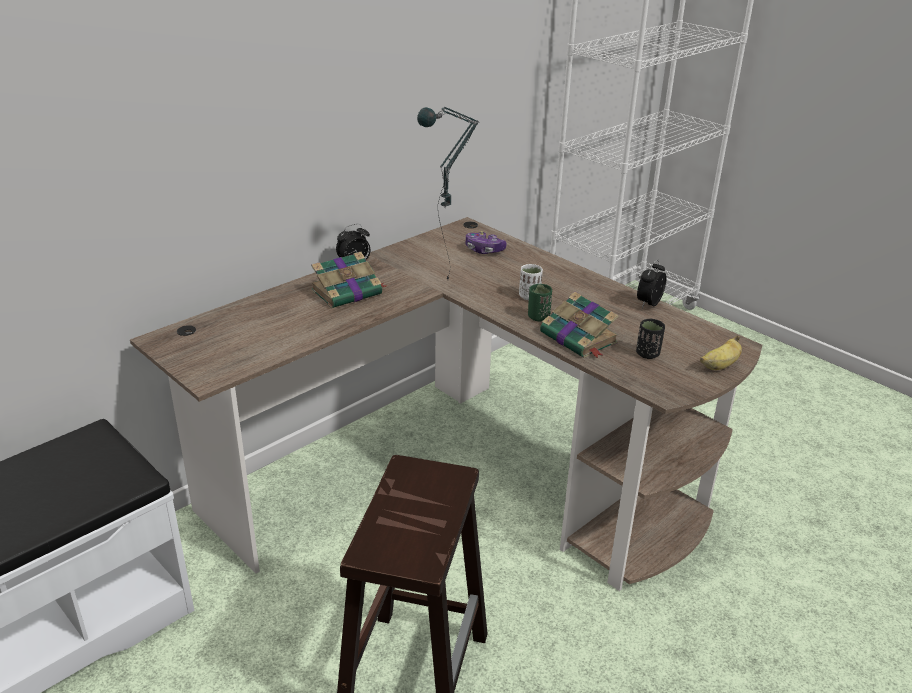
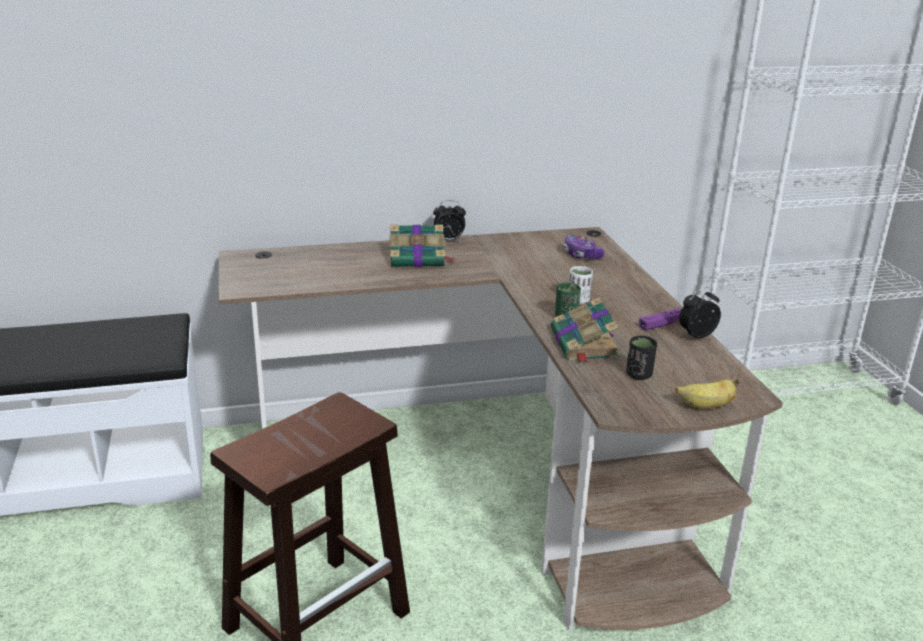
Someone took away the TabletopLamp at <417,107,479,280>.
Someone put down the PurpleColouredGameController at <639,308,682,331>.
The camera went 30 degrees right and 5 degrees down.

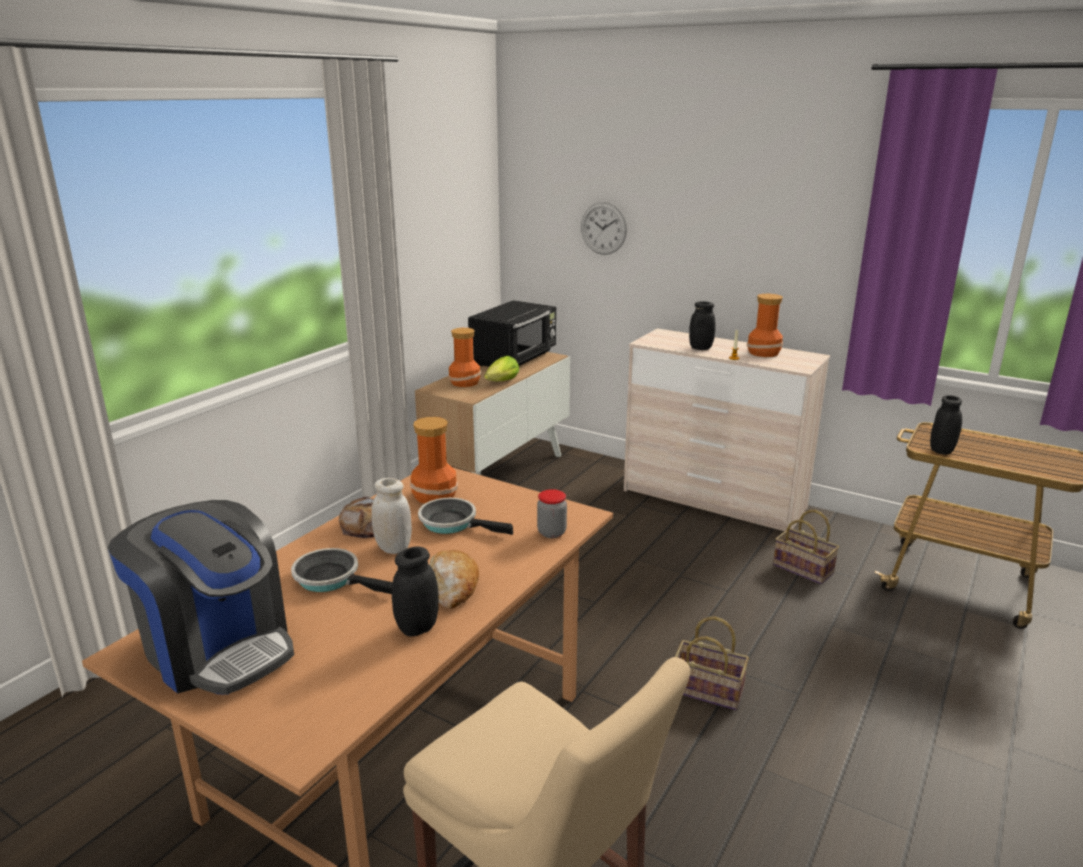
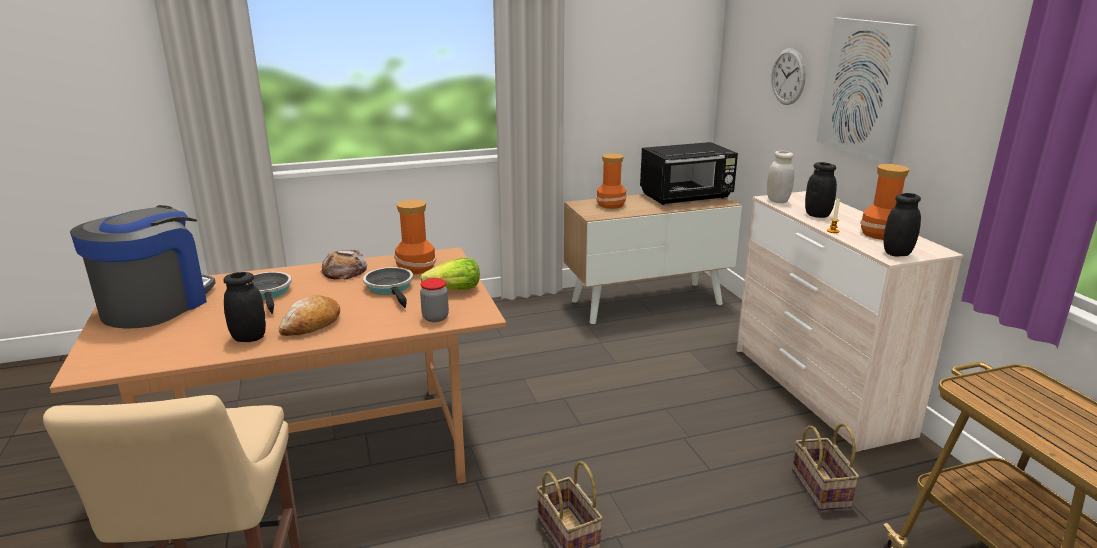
Someone carried the LettuceHead from <484,356,519,381> to <420,258,480,290>.
Someone carried the BlackJar from <930,395,962,455> to <883,193,921,256>.
Someone carried the WhiteJar from <372,478,412,554> to <767,151,794,203>.
Someone rotated the CoffeeMaker at <108,500,294,695> by 150 degrees counterclockwise.
Someone put up the Picture at <816,18,918,164>.
The camera went 40 degrees right and 0 degrees up.

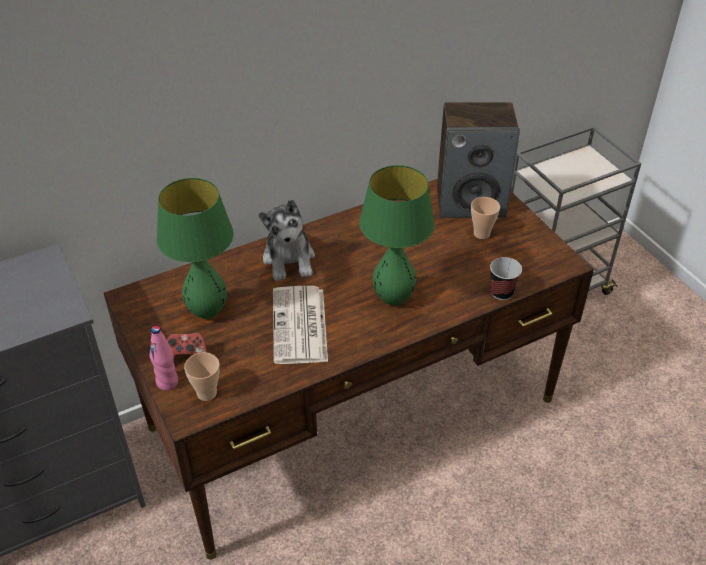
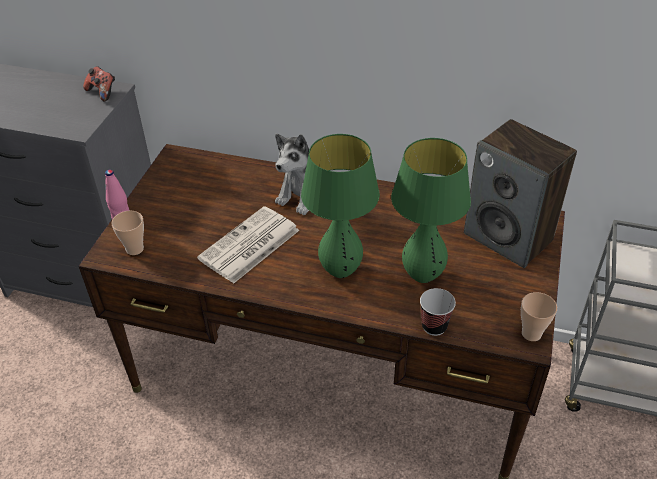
Someone carried the GreenTabletopLamp from <156,178,234,319> to <391,138,471,283>.
Someone carried the Cup from <471,197,500,239> to <521,292,557,341>.
Someone carried the GameController from <167,332,208,362> to <83,66,115,101>.
The camera went 45 degrees right and 0 degrees up.

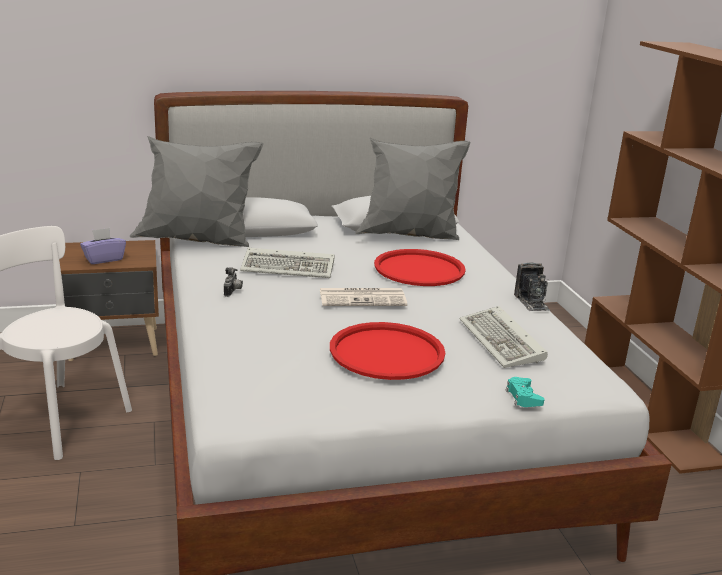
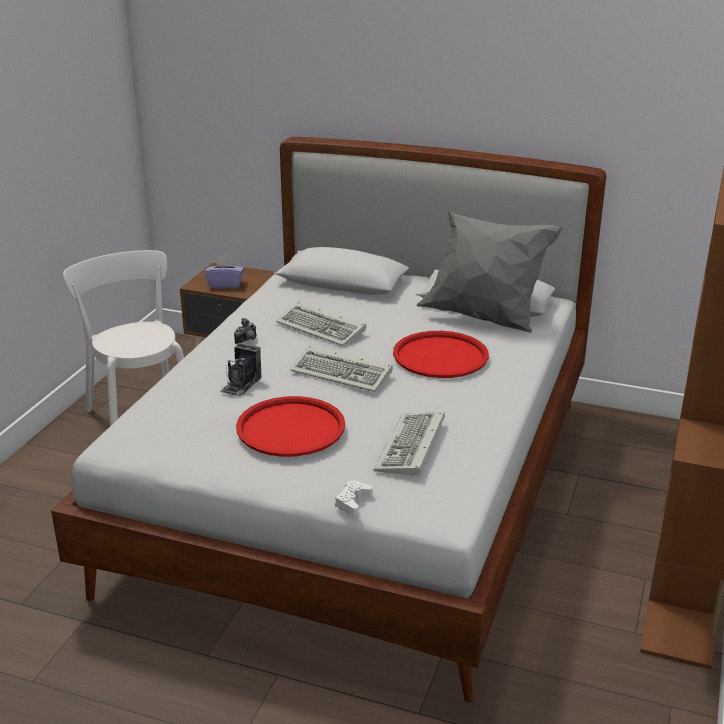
Someone took away the GreyCushion at <130,136,264,247>.
Someone carried the StillCamera from <514,263,550,311> to <220,343,261,396>.
Someone swapped the DailyPaper at <320,288,407,306> for the PcKeyboard at <290,345,393,392>.
Someone repainted the TurquoiseColouredGameController at <506,377,545,407>, which became the WhiteGameController at <335,481,372,514>.
The camera went 35 degrees right and 5 degrees up.

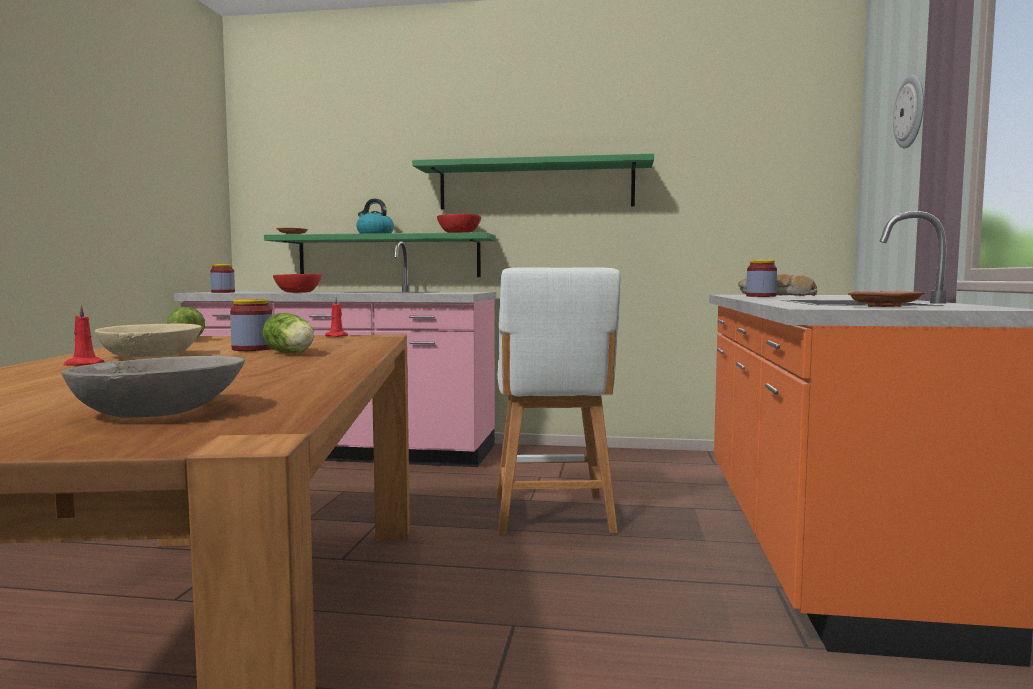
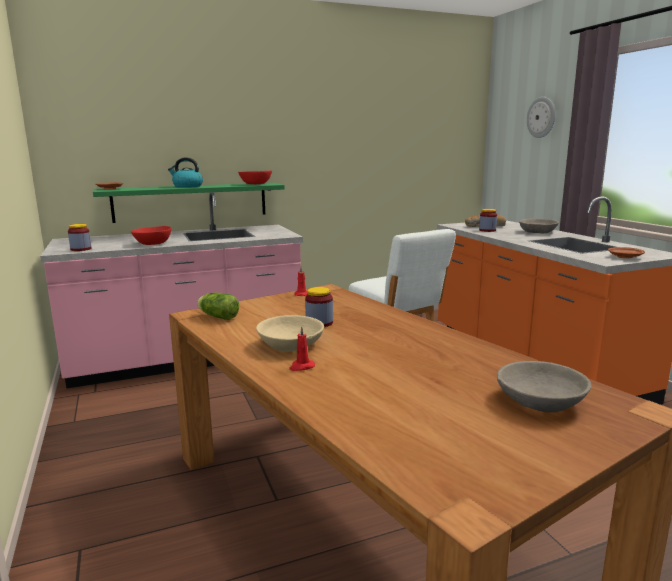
Someone took away the GreenBracketShelf at <412,154,654,209>.
Someone took away the LettuceHead at <263,313,314,353>.
Someone put down the GreyServingBowl at <519,218,559,233>.
The camera went 30 degrees left and 10 degrees up.

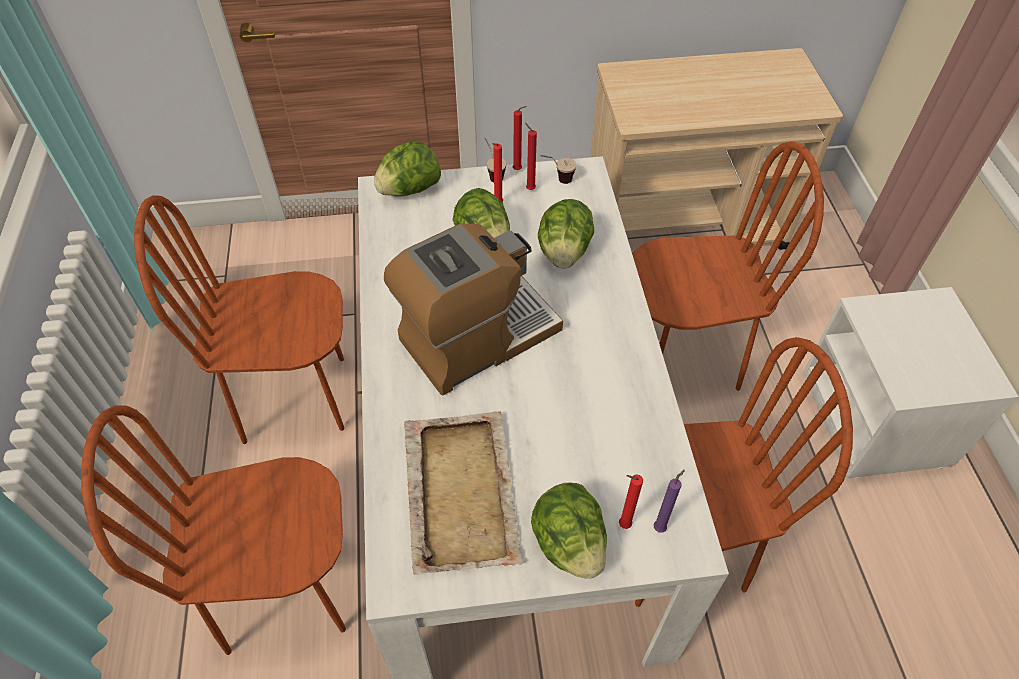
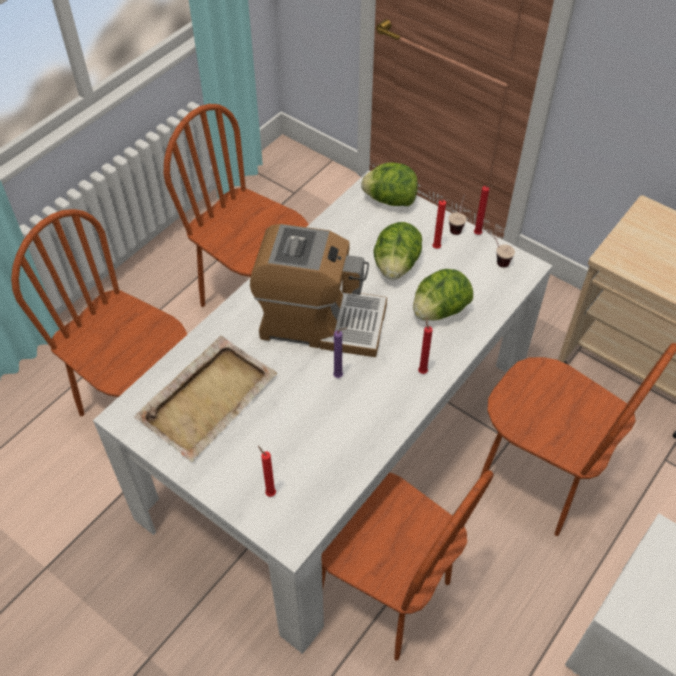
Someone carried the RedWaxCandle from <525,123,537,190> to <418,317,433,374>.
Someone carried the PurpleColouredWaxCandle from <654,470,685,533> to <333,328,347,378>.
Someone took away the LettuceHead at <531,483,607,579>.
The camera went 45 degrees right and 0 degrees up.

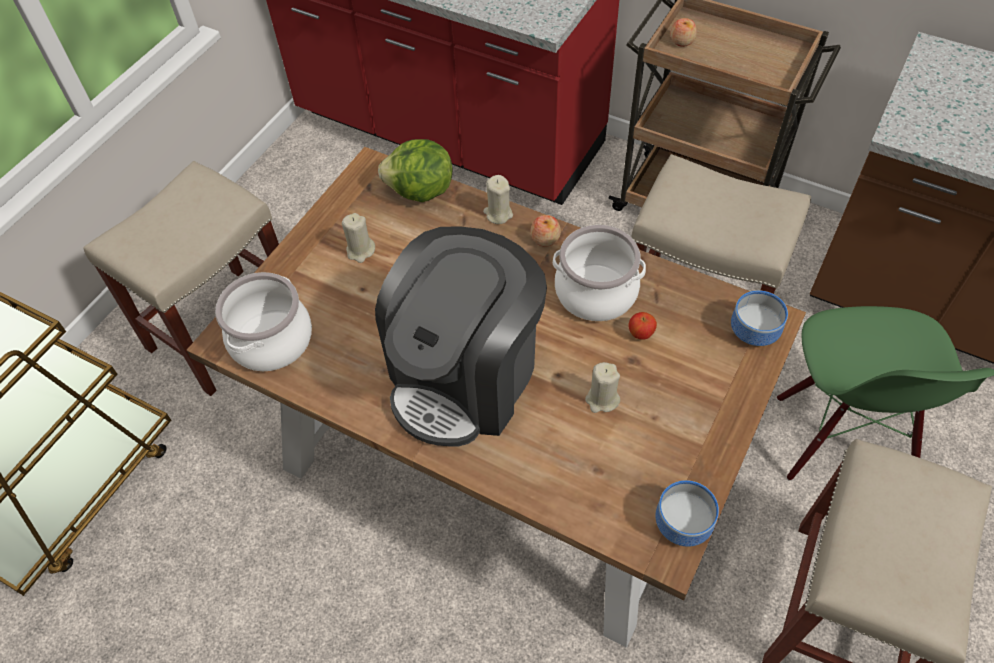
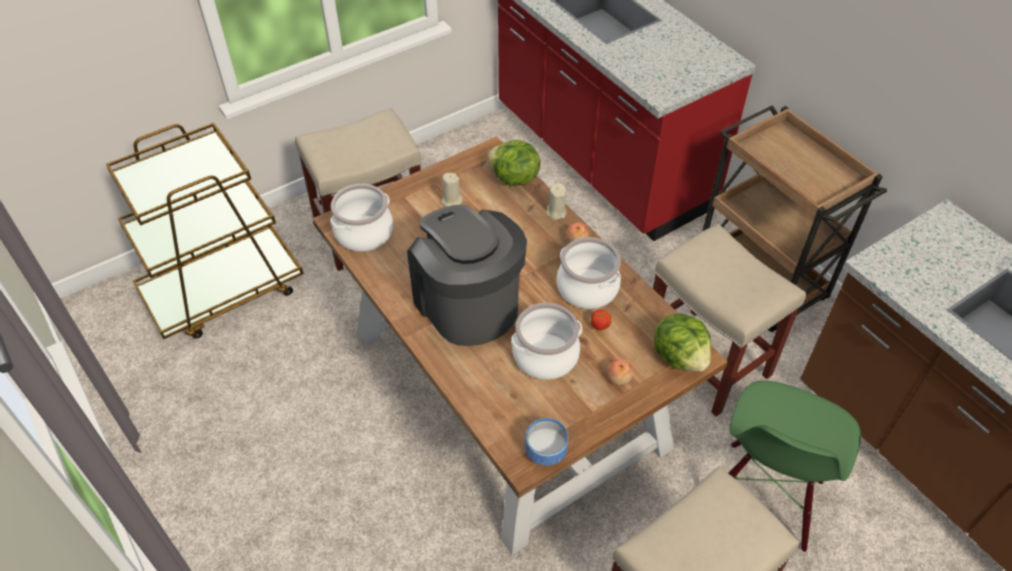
Someone carried the Apple from <670,18,697,47> to <607,359,633,386>.
Someone rotated the CoffeeMaker at <375,226,547,447> by 90 degrees clockwise.
Someone swapped the ServingBowl at <731,290,788,346> for the LettuceHead at <654,313,711,371>.
Someone swapped the BeigeWaxCandle at <585,362,620,413> for the CookingPot at <511,303,582,380>.
The camera went 25 degrees right and 5 degrees down.

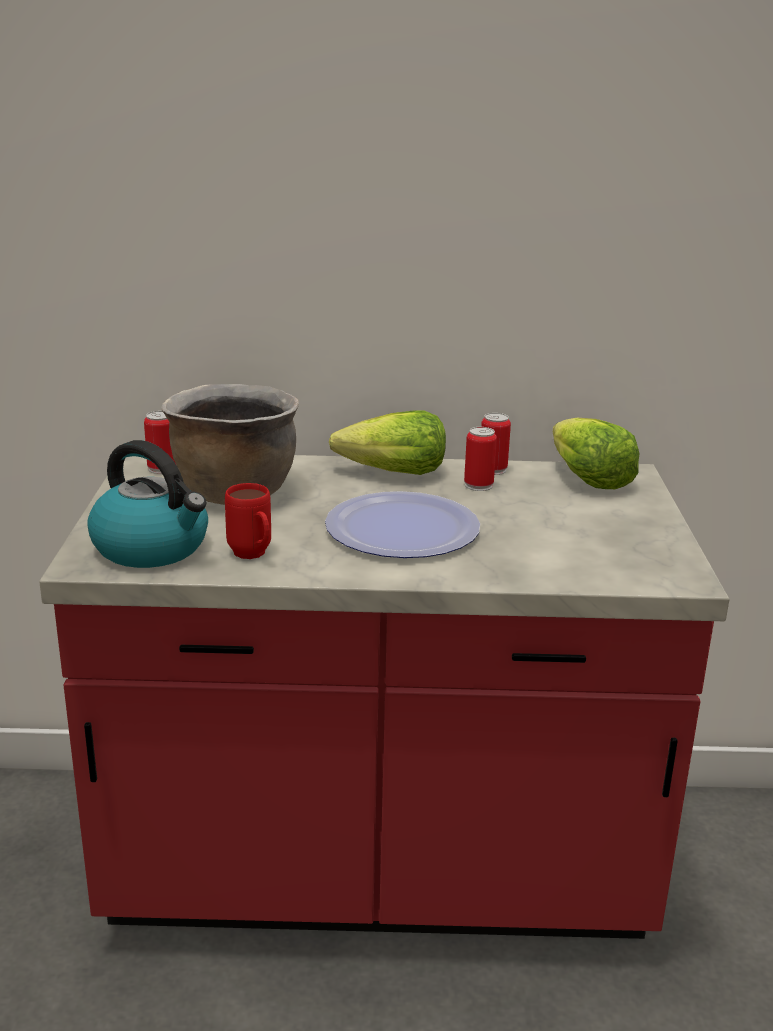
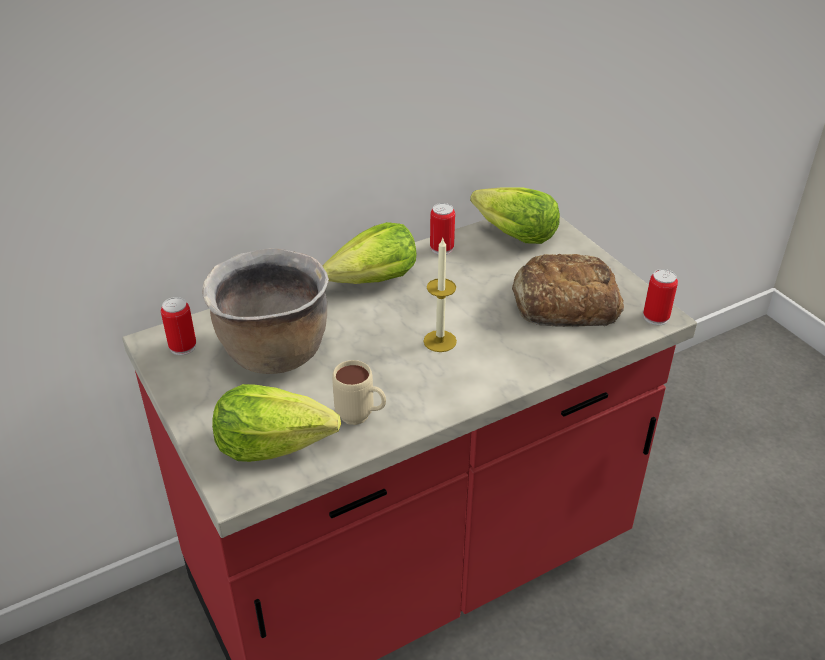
Someone carried the Can from <464,427,497,491> to <643,269,678,325>.
Someone swapped the TeaKettle at <87,440,208,568> for the LettuceHead at <212,384,341,462>.
Someone repainted the RedCoffeeMug at <225,483,271,559>, which became the BeigeCoffeeMug at <332,360,386,425>.
Someone swapped the Plate at <325,491,480,558> for the WaxCandle at <423,238,457,352>.
Someone put down the Bread at <512,254,624,327>.
The camera went 30 degrees left and 15 degrees up.

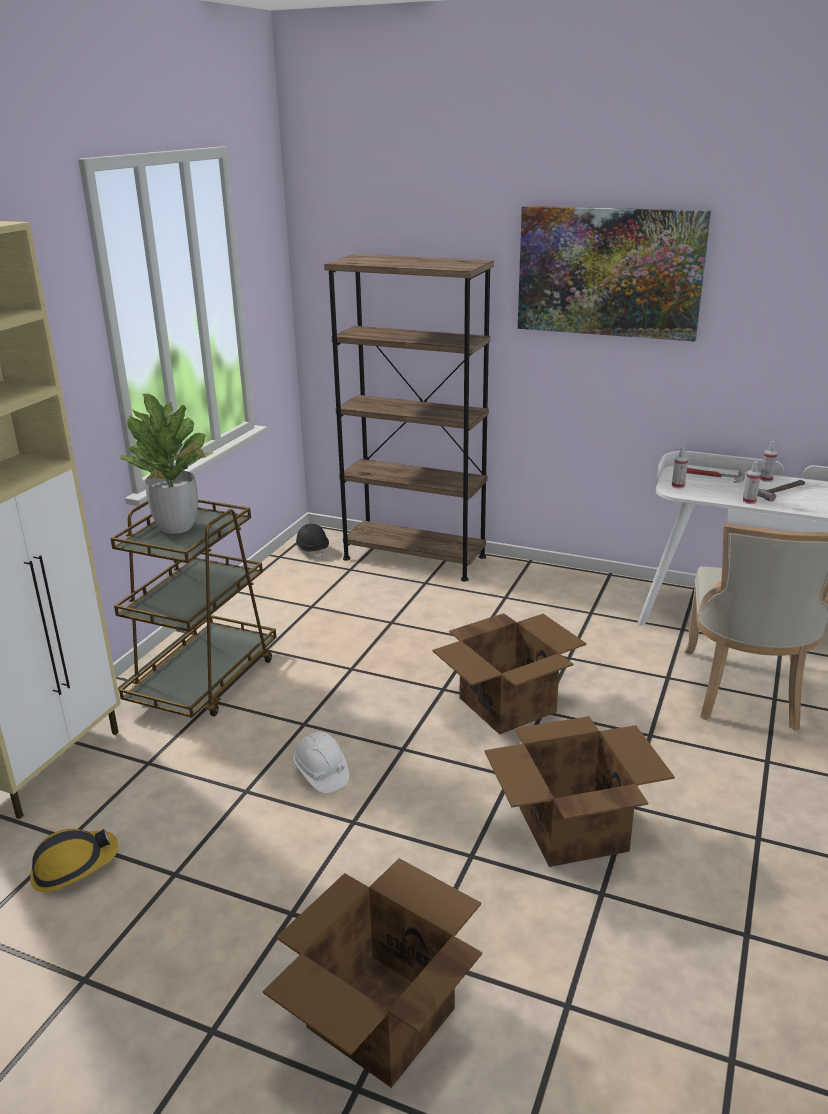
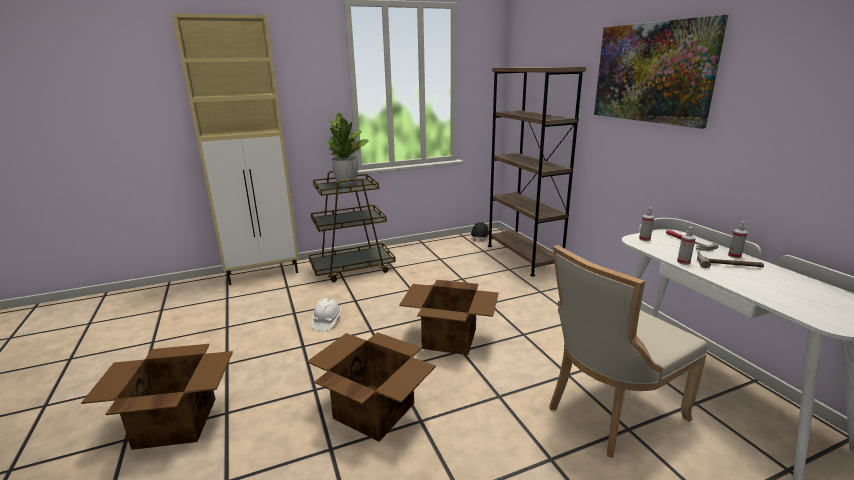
Someone took away the SafetyHelmet at <30,829,118,892>.
The camera went 45 degrees right and 5 degrees down.

